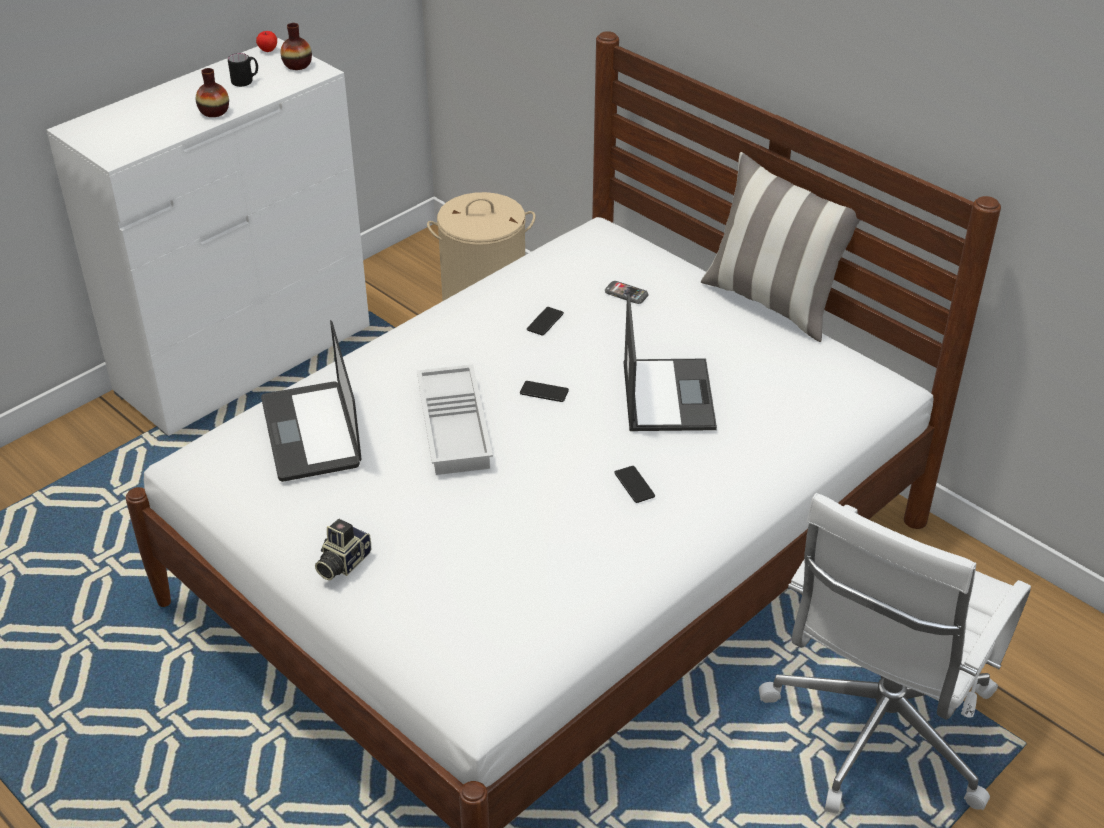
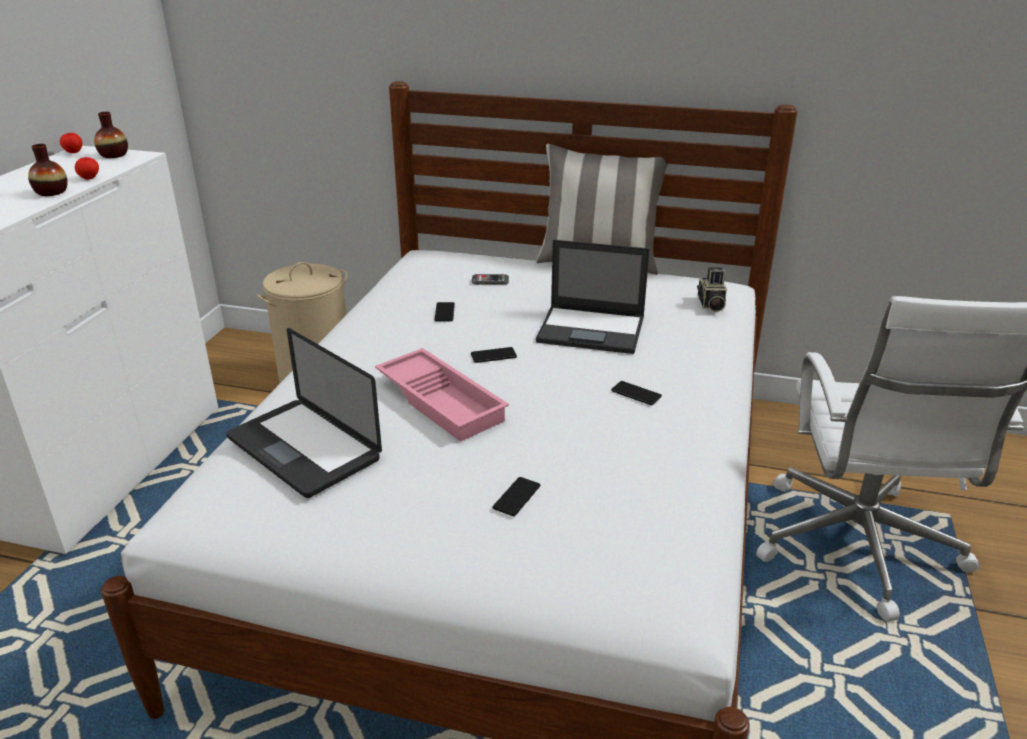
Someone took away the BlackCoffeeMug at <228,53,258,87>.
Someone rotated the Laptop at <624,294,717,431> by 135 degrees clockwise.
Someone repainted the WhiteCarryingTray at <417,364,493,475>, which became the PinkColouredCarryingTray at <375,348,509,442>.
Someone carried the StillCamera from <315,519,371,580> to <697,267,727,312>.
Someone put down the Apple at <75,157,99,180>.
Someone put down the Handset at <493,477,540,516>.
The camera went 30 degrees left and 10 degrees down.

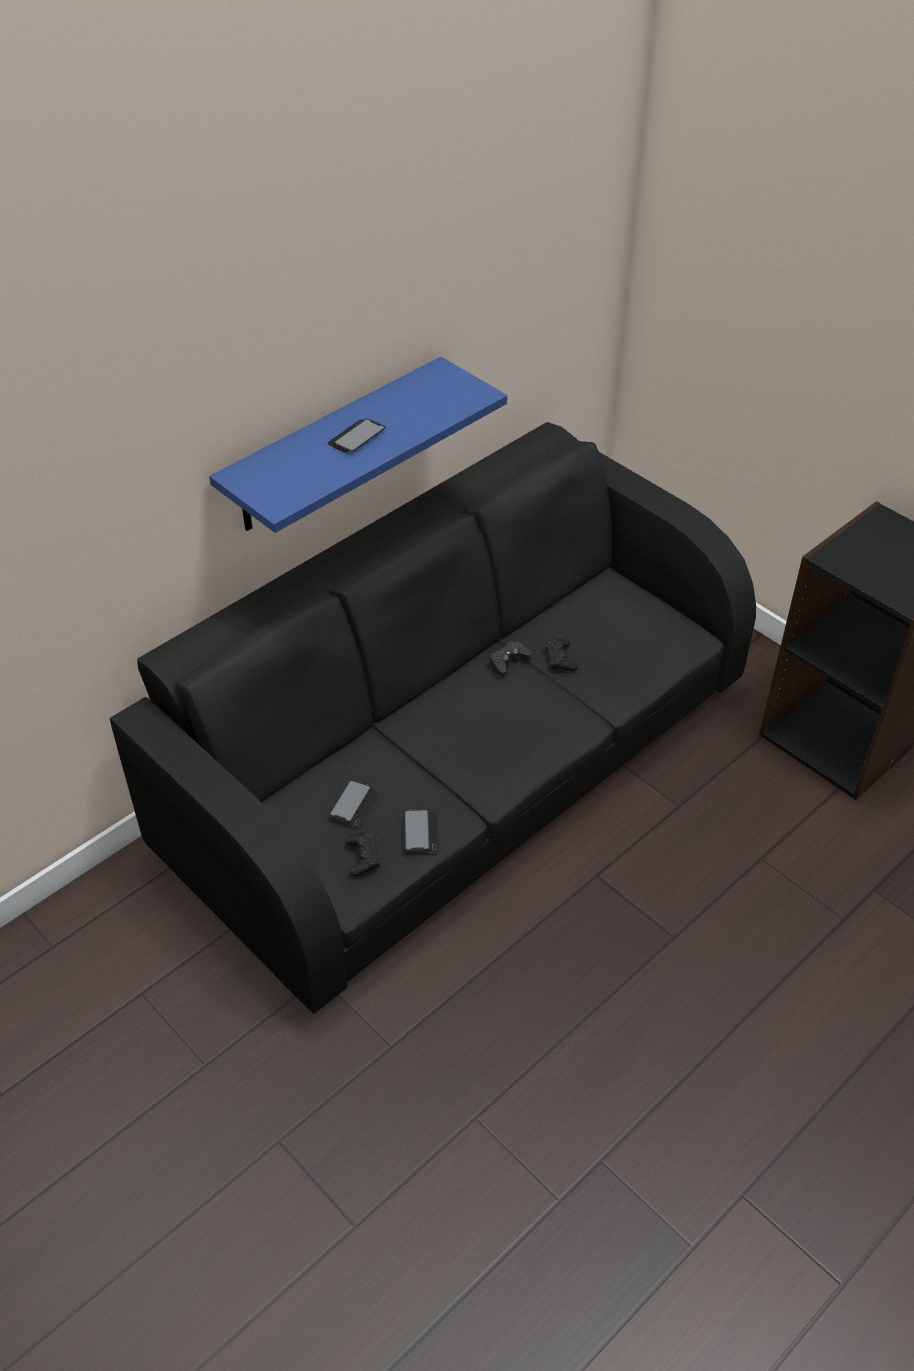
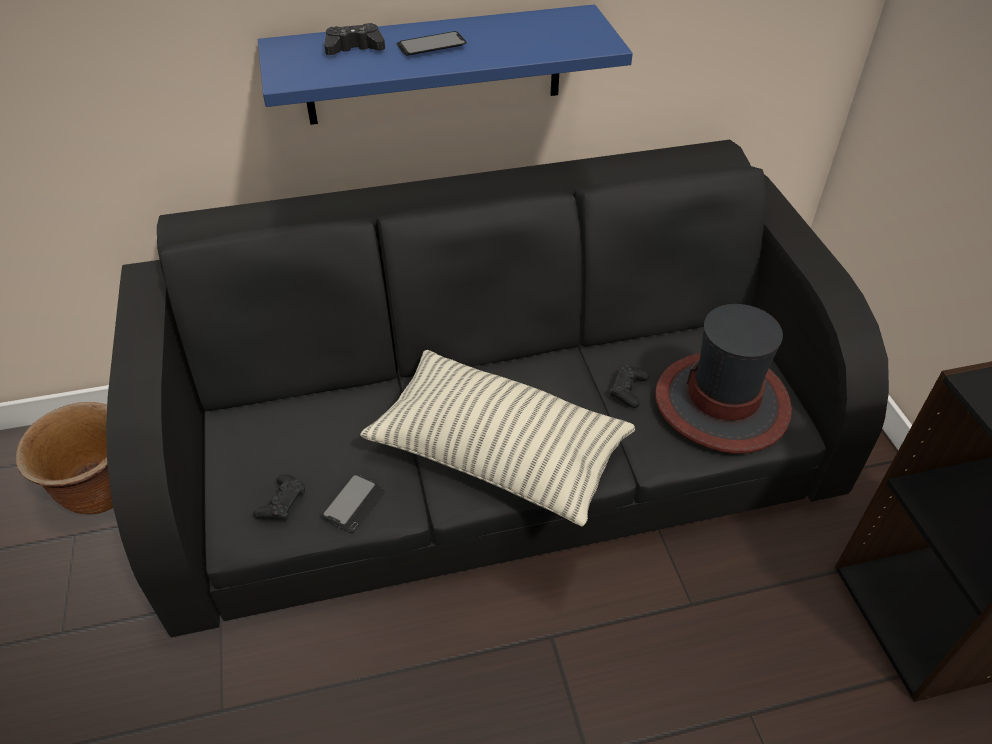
Someone carried the BlackGameController from <489,641,532,677> to <324,23,385,55>.
Someone took away the Handset at <329,780,379,828>.
Someone put down the WearableHat at <655,304,792,454>.
Someone put down the Cushion at <360,350,635,527>.
Someone put down the BrownishFlowerPot at <15,402,113,514>.
The camera went 30 degrees right and 0 degrees up.

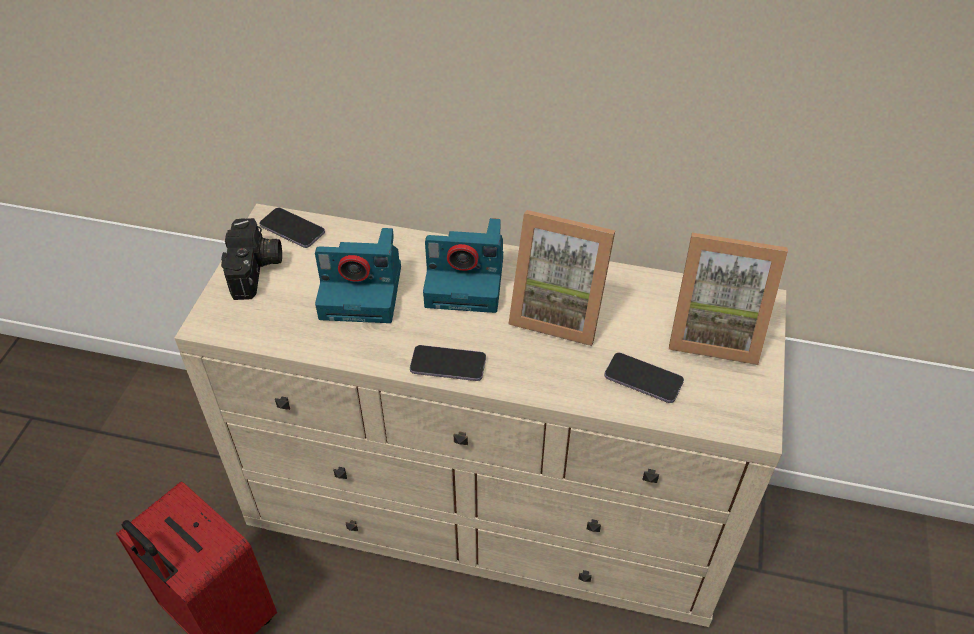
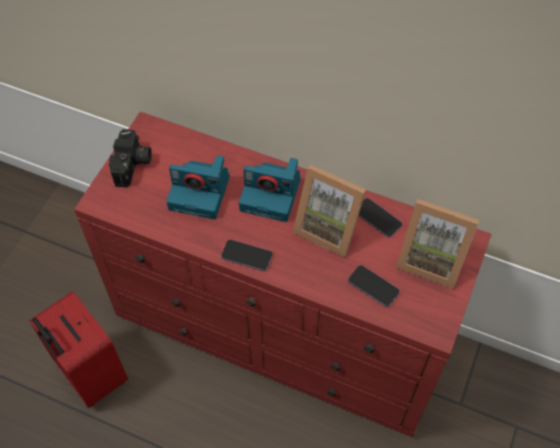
Someone repainted the BeigeDresser at <175,204,786,627>, which became the RedDresser at <74,112,492,437>.
Someone carried the Handset from <259,208,325,248> to <359,198,402,238>.
The camera went 10 degrees right and 10 degrees up.

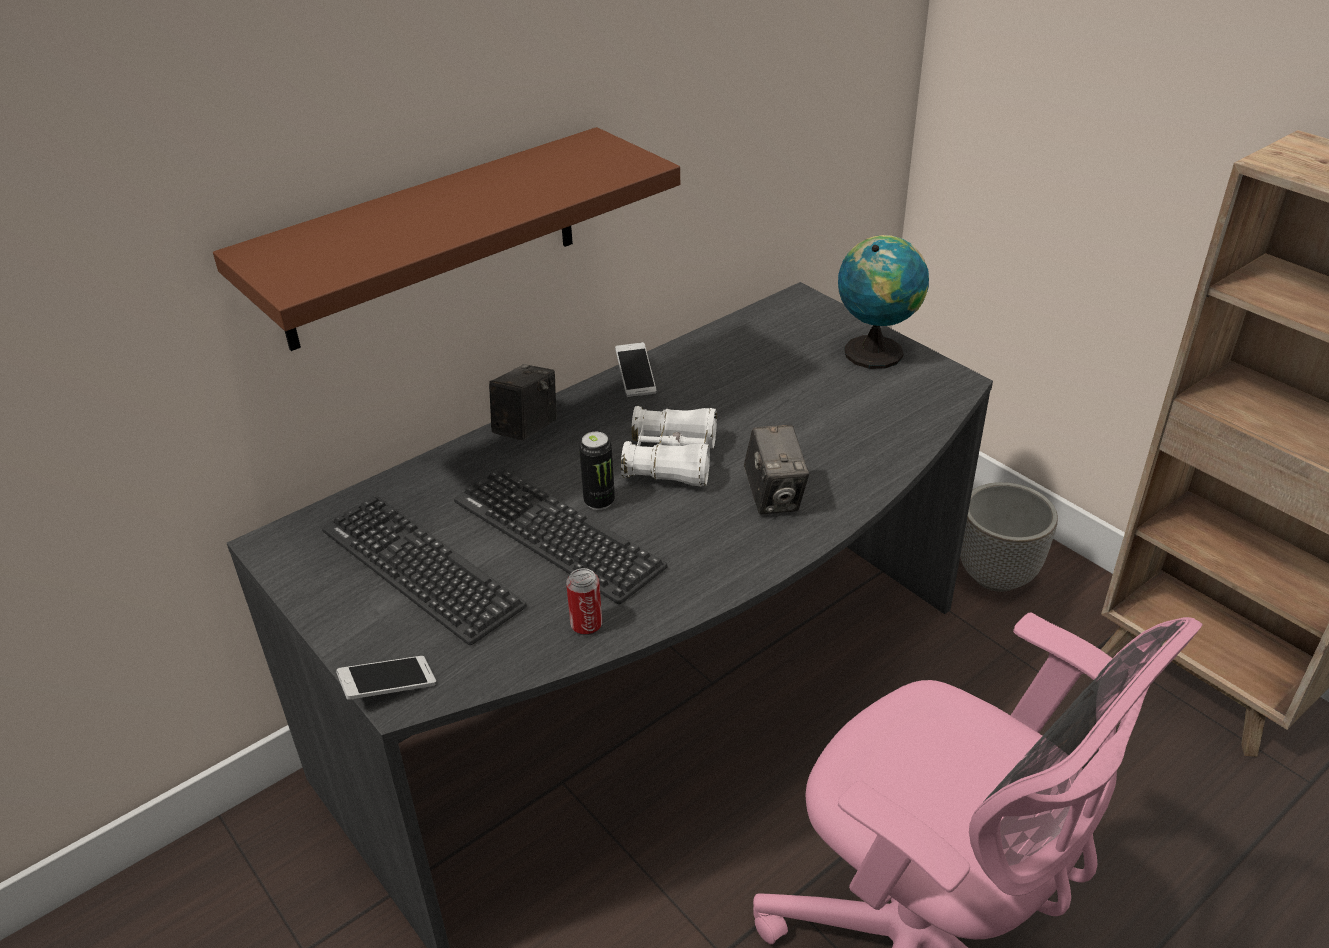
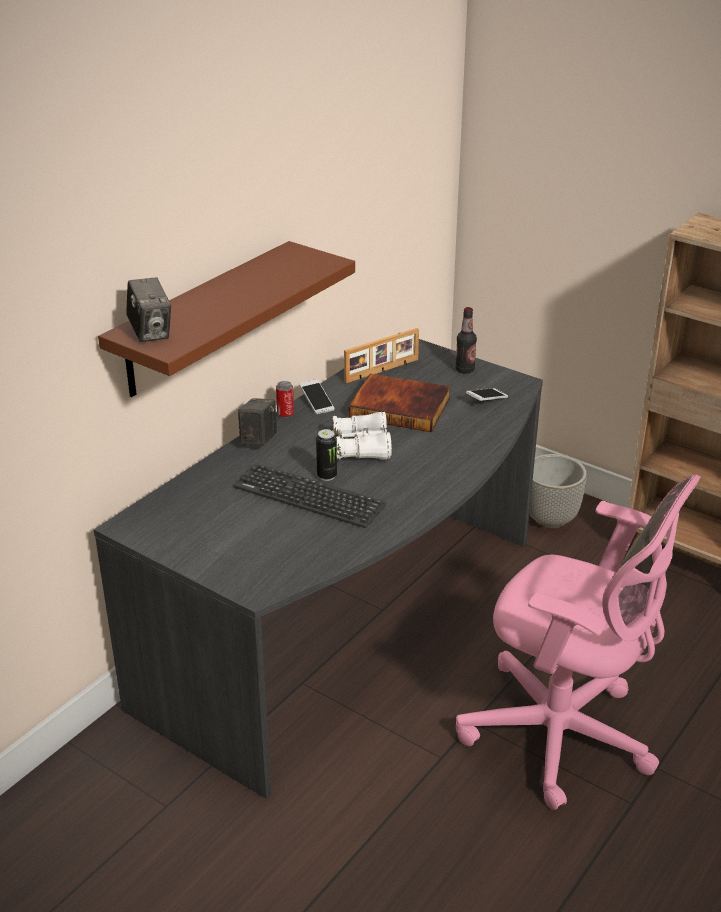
Someone swapped the WorldGlobe at <838,235,929,369> for the Bottle at <455,307,477,374>.
Someone carried the StillCamera from <744,425,809,515> to <126,278,171,342>.
Someone took away the PcKeyboard at <322,496,527,645>.
Someone carried the Can from <566,568,602,636> to <276,381,294,418>.
Someone carried the Handset from <336,656,436,700> to <466,388,508,401>.
Someone put down the PictureFrame at <344,328,419,383>.
Someone put down the Volume at <349,374,451,432>.
The camera went 15 degrees left and 5 degrees down.

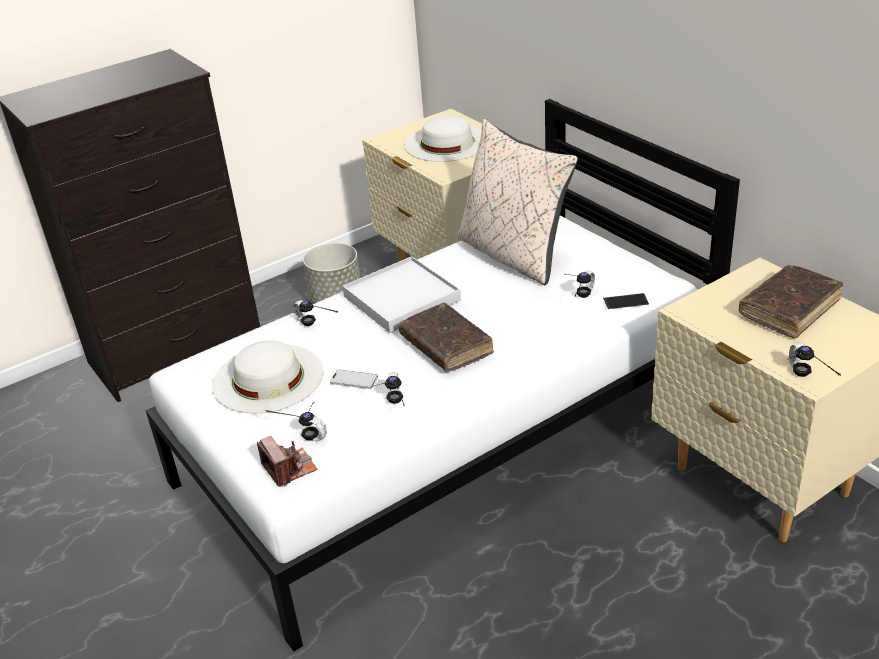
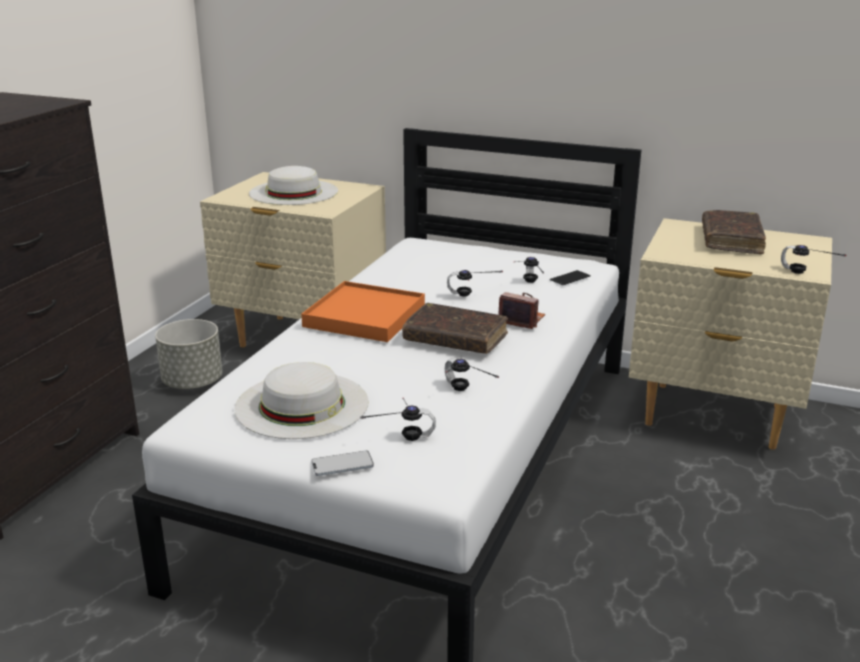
Someone took away the BeigeCushion at <458,119,578,286>.
Someone repainted the WhiteCarryingTray at <343,256,461,333>, which became the OrangeCarryingTray at <301,281,425,342>.
Someone carried the PairOfHeadphones from <293,300,338,326> to <447,270,503,297>.
Someone carried the Handset from <330,369,378,389> to <312,451,374,476>.
Someone carried the StillCamera from <257,436,317,487> to <499,292,545,329>.
The camera went 35 degrees left and 10 degrees down.

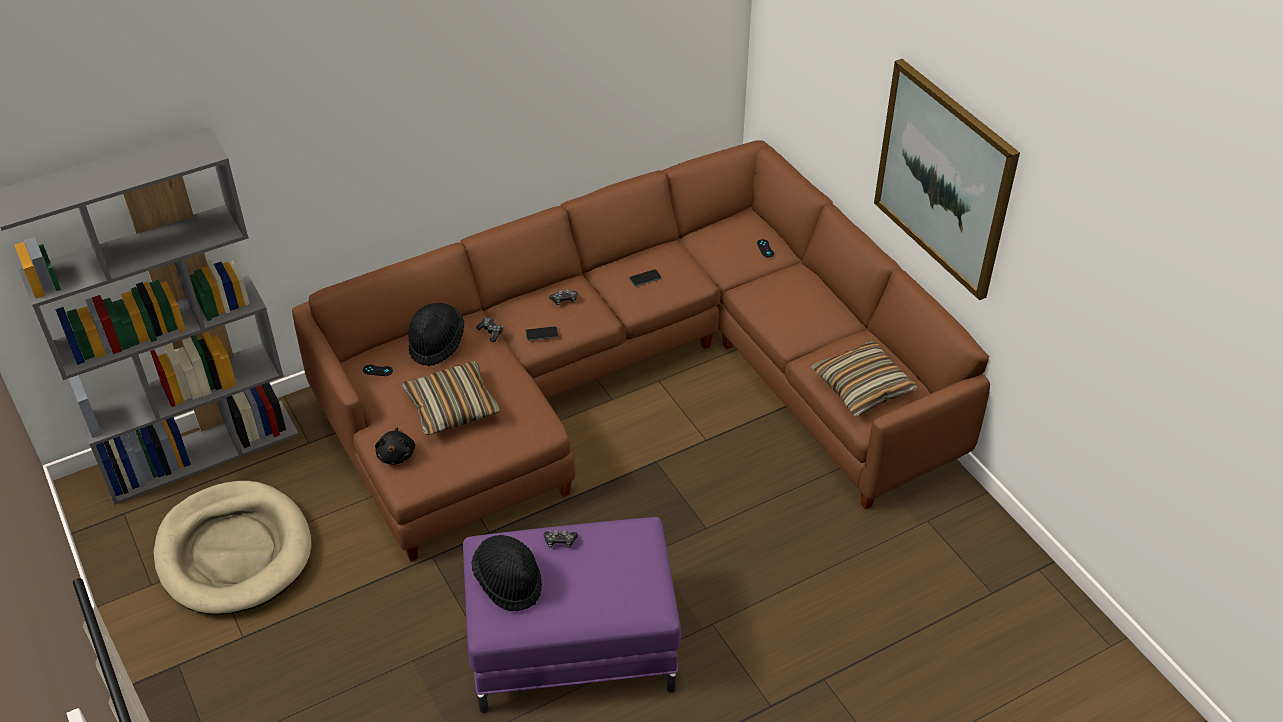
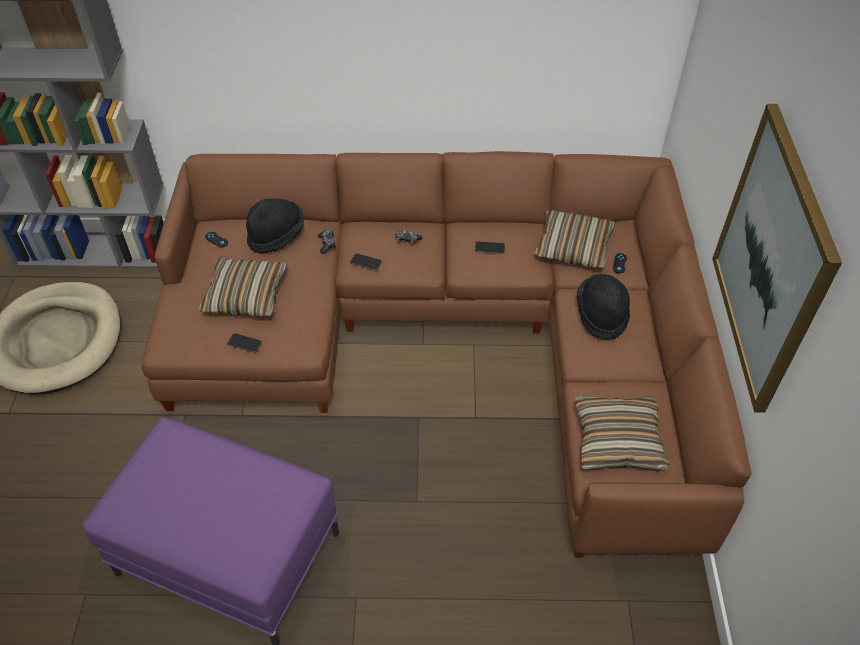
Someone took away the BlackSoftToy at <375,427,415,464>.
Someone took away the GameController at <544,529,578,548>.
Someone carried the BlackWearableHat from <472,535,542,612> to <576,274,630,339>.
Someone put down the Cushion at <534,209,615,269>.
Someone put down the Handset at <227,333,262,353>.
The camera went 30 degrees right and 5 degrees up.

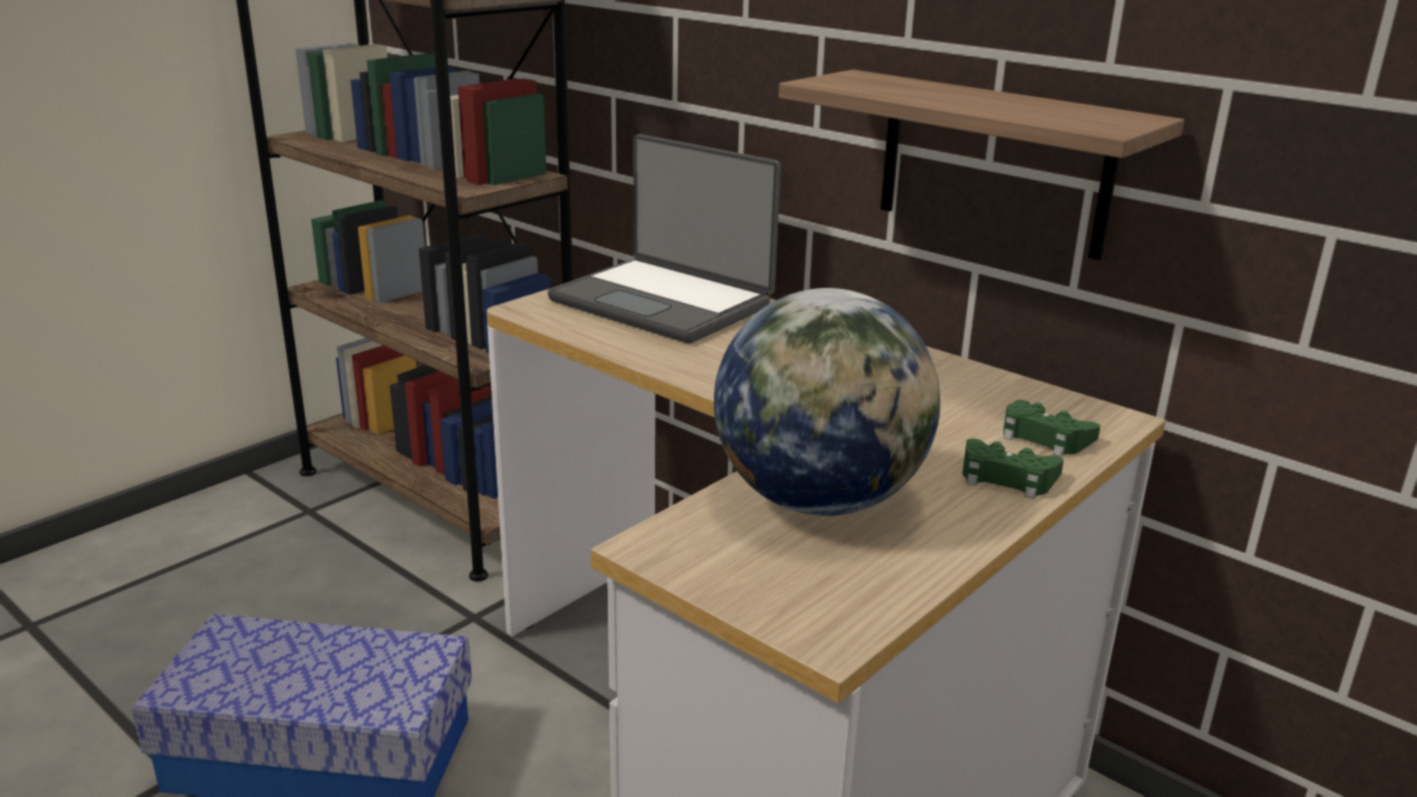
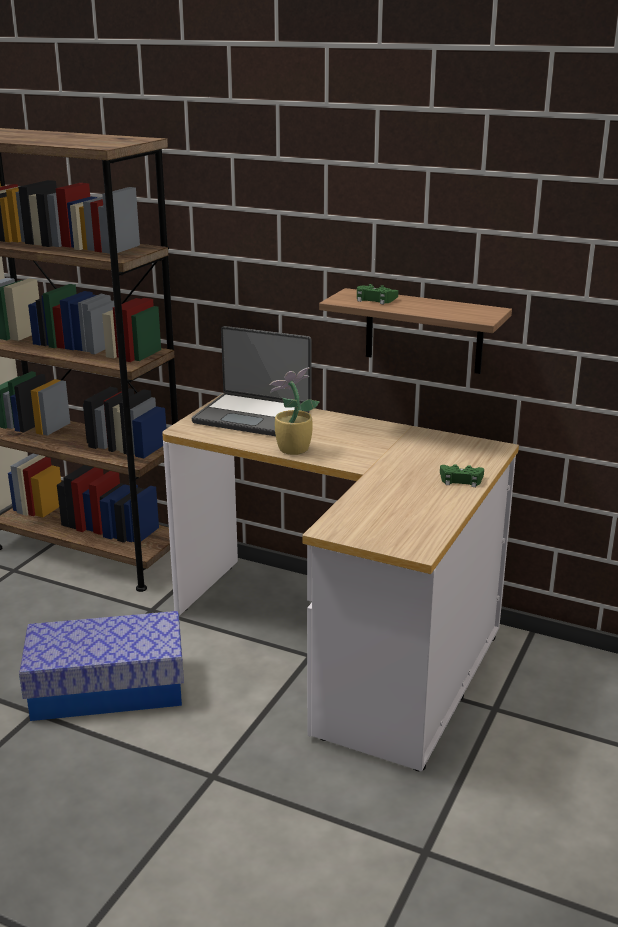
Someone took away the WorldGlobe at <714,288,940,516>.
Someone carried the GreenGameController from <1003,400,1100,457> to <357,284,398,304>.
Someone put down the Houseplant at <269,367,320,455>.
The camera went 15 degrees left and 0 degrees up.

